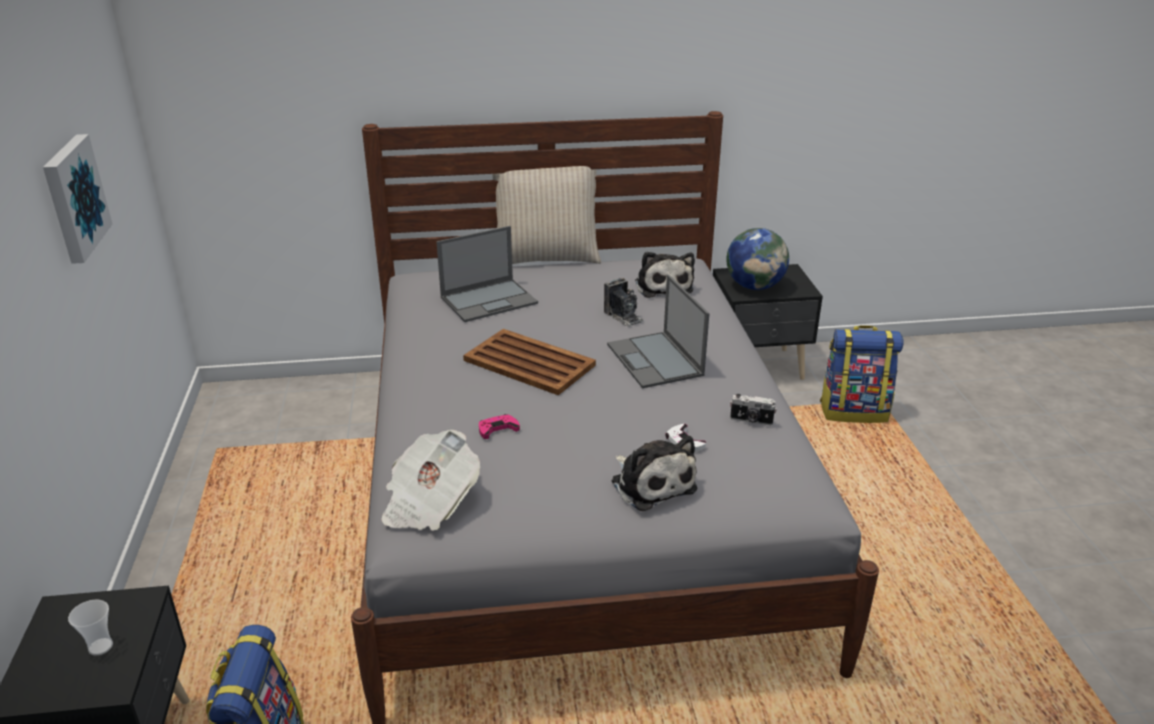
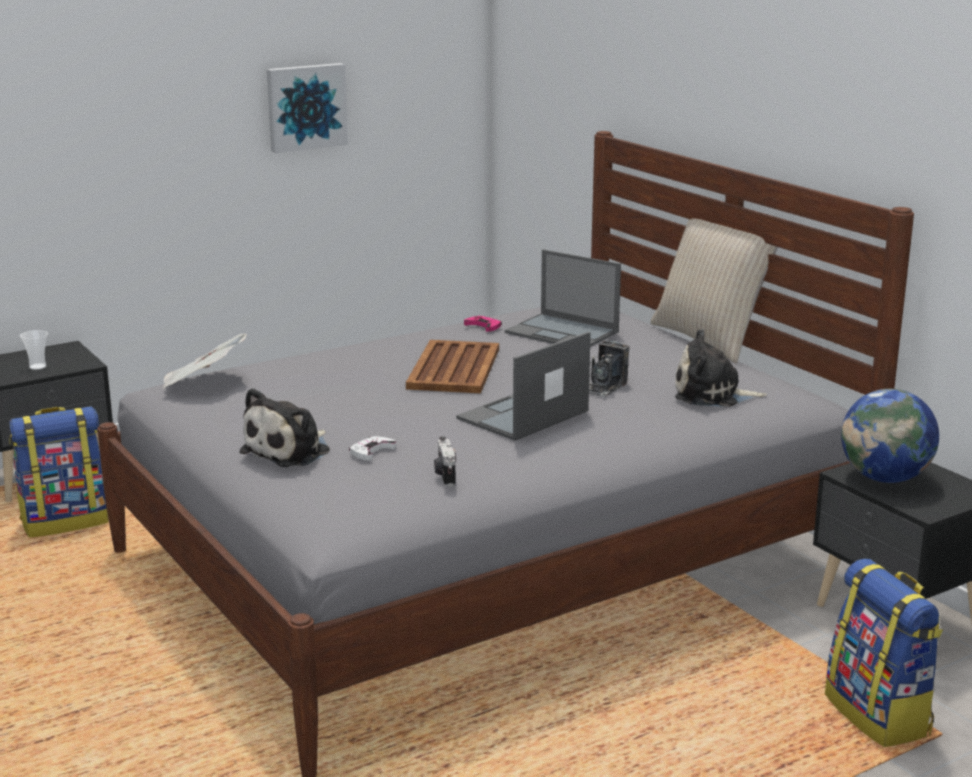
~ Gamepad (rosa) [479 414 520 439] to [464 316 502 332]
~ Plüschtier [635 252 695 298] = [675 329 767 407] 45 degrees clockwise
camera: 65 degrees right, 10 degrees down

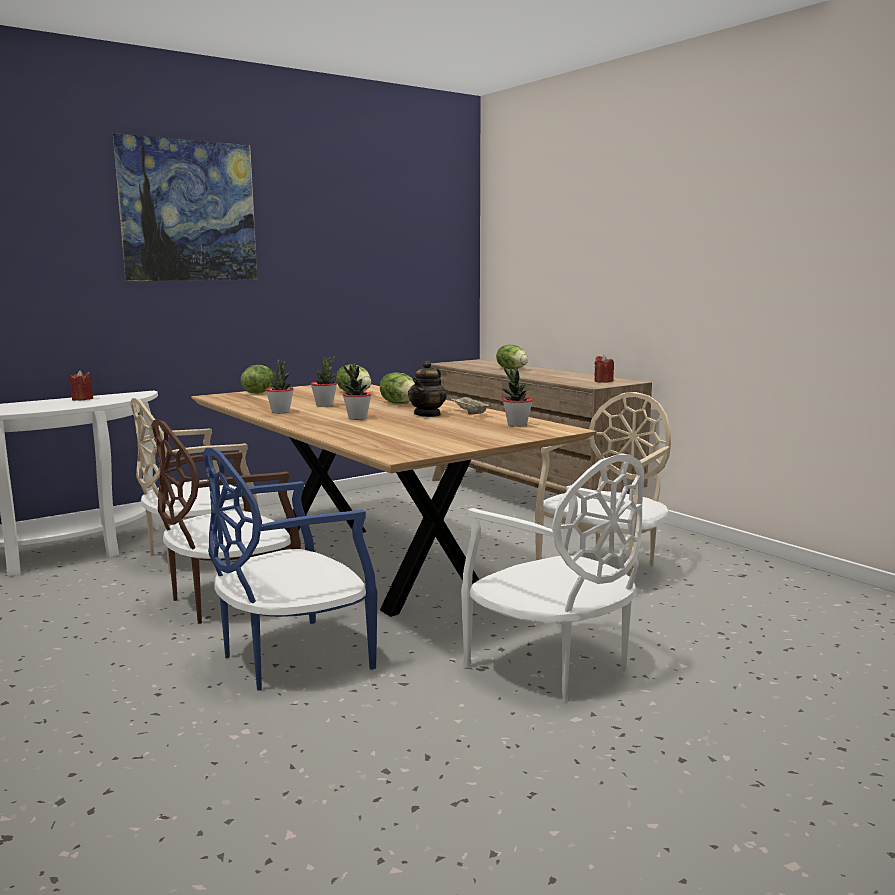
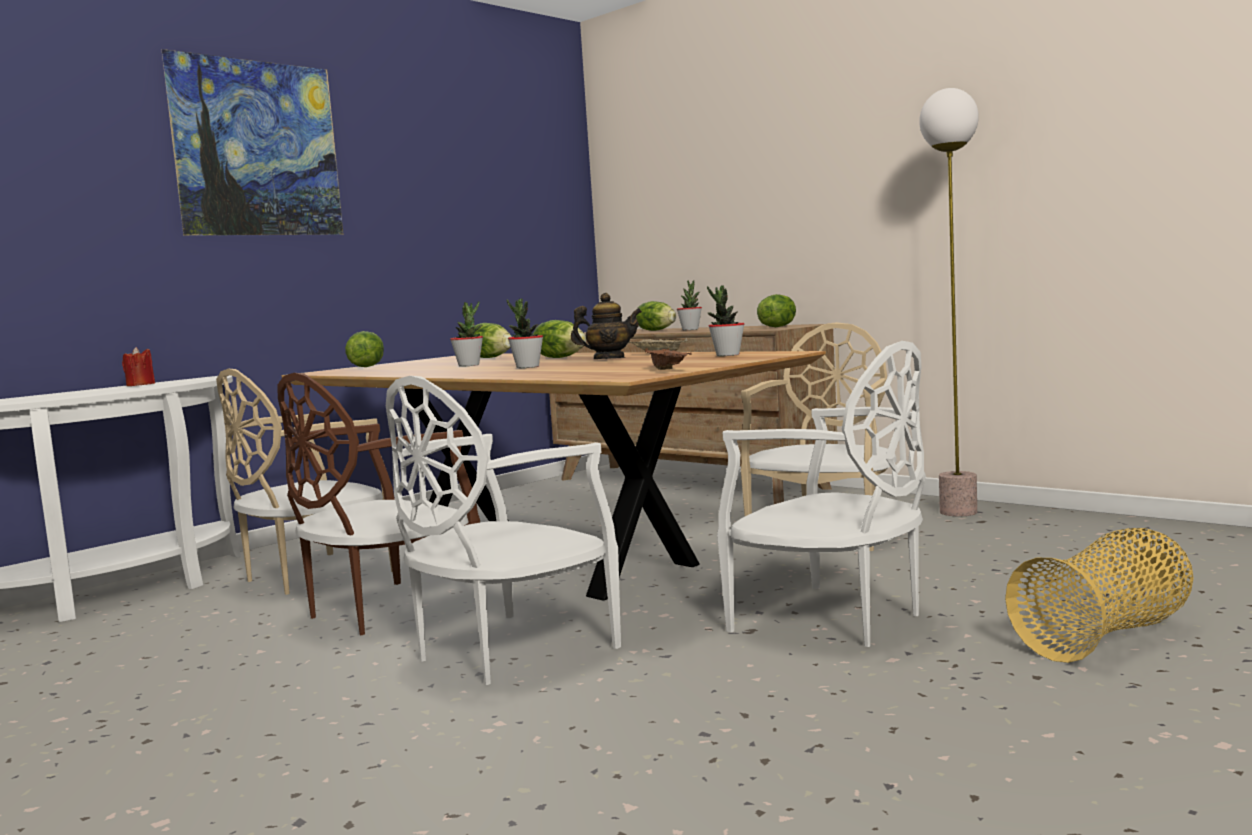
~ Stuhl (blau) [202 448 377 691] to Stuhl (weiß) [386 376 621 685]
~ Topfpflanze [266 359 294 414] to [677 280 702 330]
~ Teekanne [408 360 447 417] = [571 293 642 359] 105 degrees counterclockwise
~ Kerze (rot) [595 355 614 383] to Salatkopf [757 294 796 327]
+ Tablett (braun) [645 348 692 370]
+ Stehlampe [919 88 979 516]
+ Korb [1005 528 1194 663]
camera: 10 degrees left, 5 degrees down

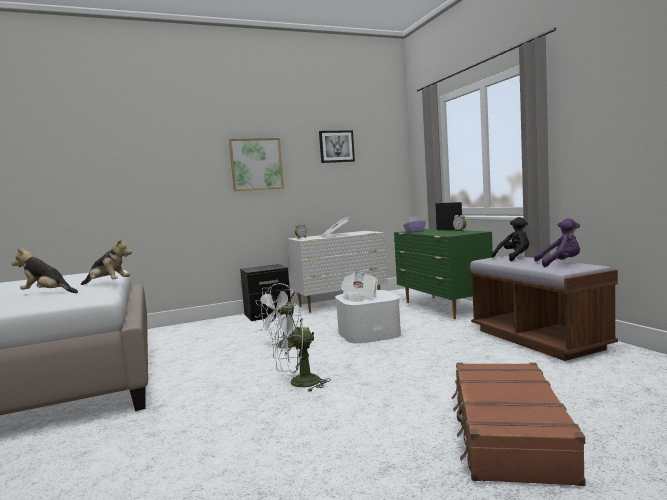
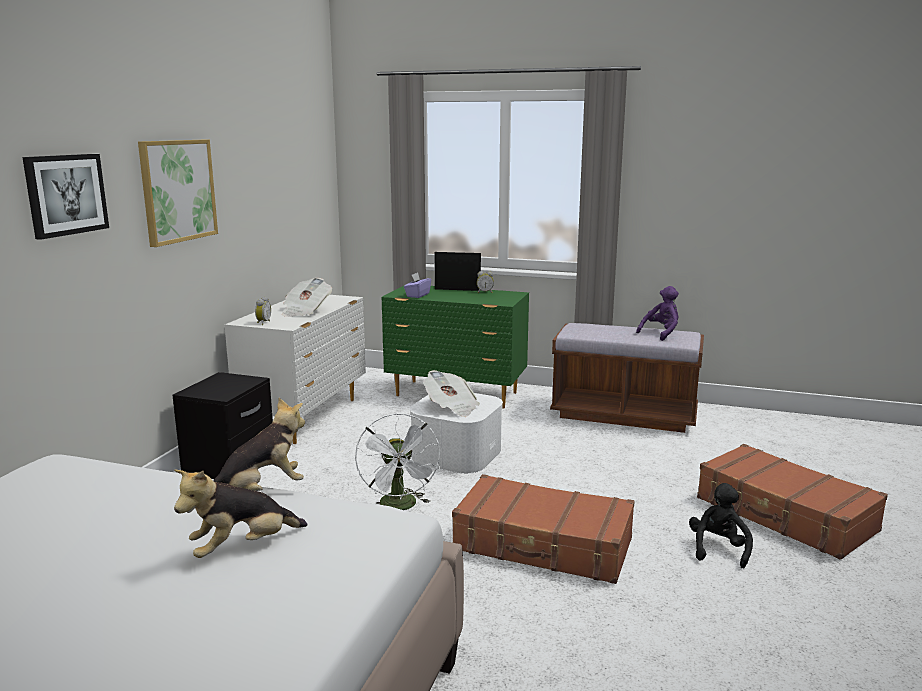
~ Ventilator (weiß) [272 304 331 392] to Koffer (braun) [452 474 635 584]
~ Bild [319 130 355 163] to [22 154 109 240]
~ Plüschtier (schwarz) [491 217 529 261] to [689 483 753 568]
camera: 50 degrees left, 10 degrees up

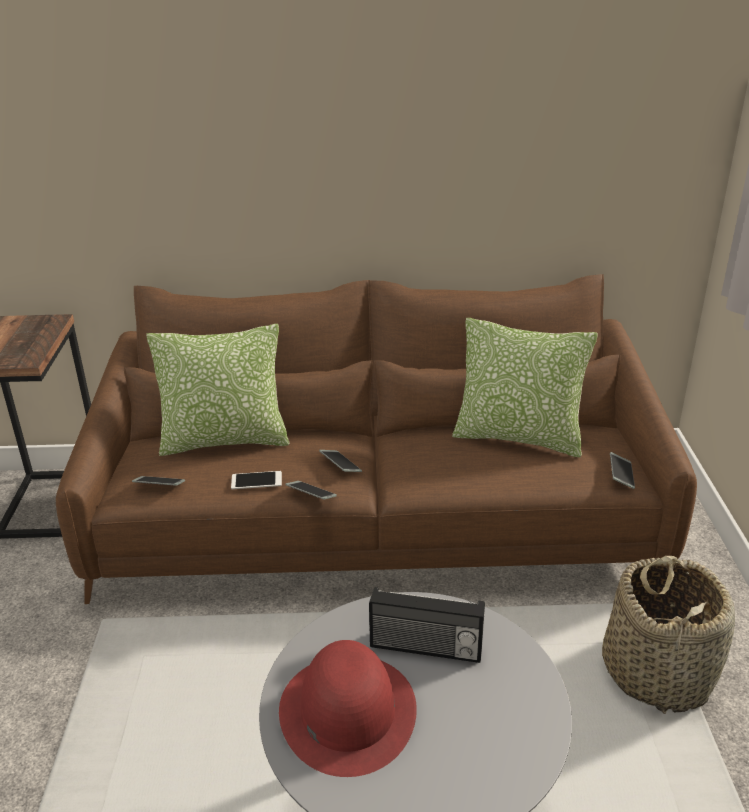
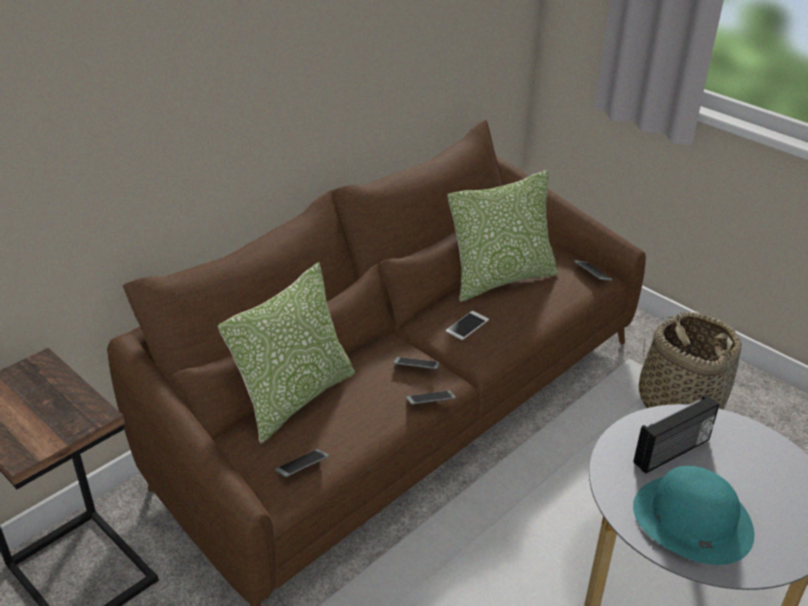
~ Handy [231 471 282 489] to [446 311 489 340]
~ Hut (rot) [279 640 417 777] to Hut (türkis) [633 466 754 565]
camera: 45 degrees left, 5 degrees up

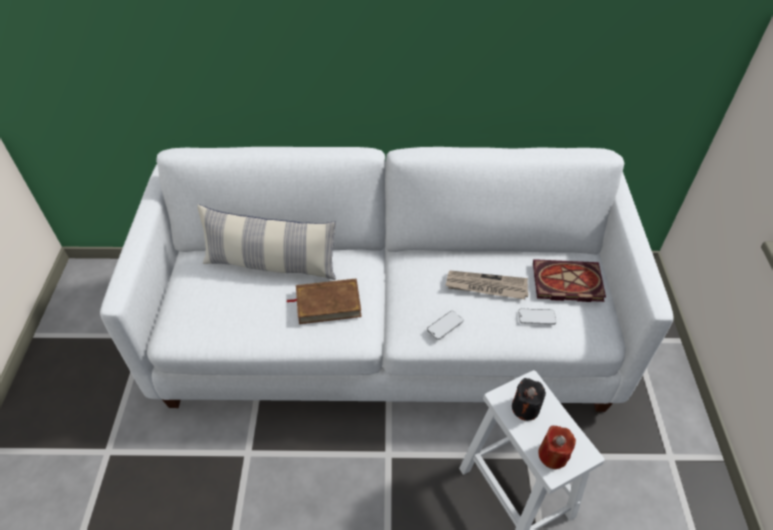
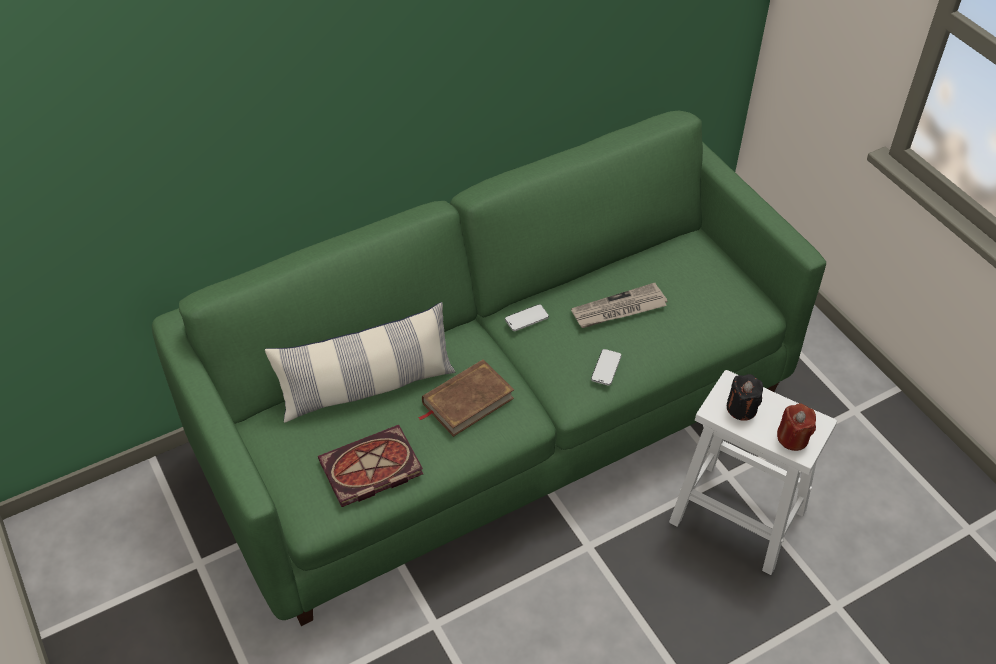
~ Sofa (weiß) [100 147 674 412] to Sofa (grün) [152 111 826 626]
~ Handy [518 309 556 325] to [505 304 549 331]
~ Buch [533 259 606 302] to [318 425 423 507]
camera: 30 degrees left, 0 degrees up

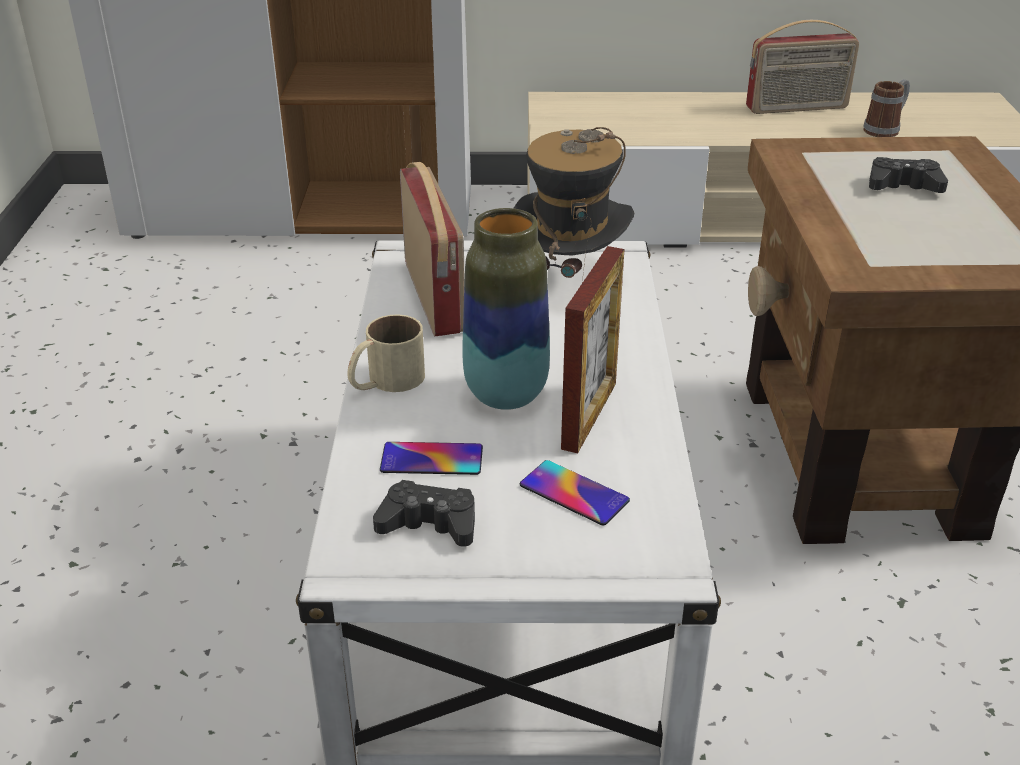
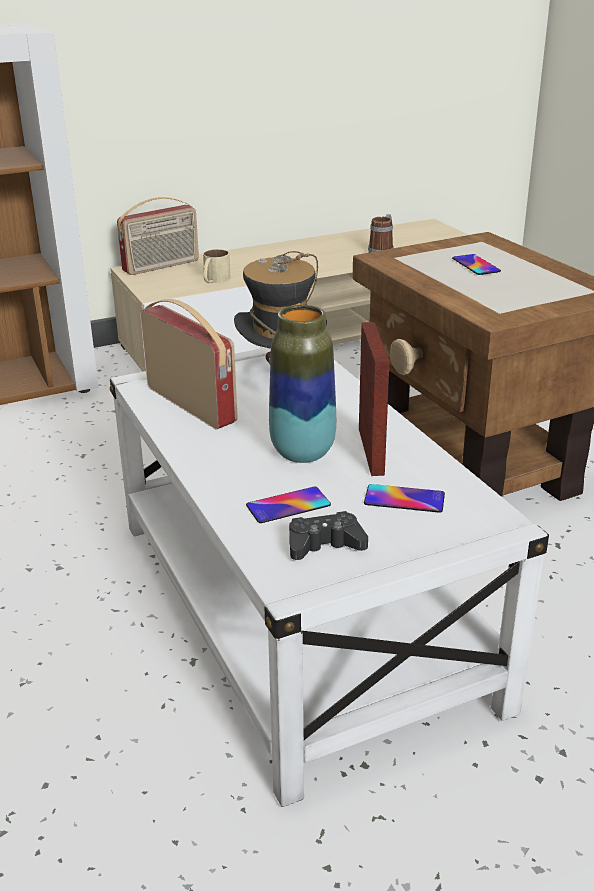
~ Henkelbecher (beige) [348 314 425 392] to [203 249 231 283]
~ Radio [746 20 859 114] to [117 197 199 275]
~ Gamepad (schwarz) [869 157 948 193] to Handy [452 254 501 275]
camera: 25 degrees left, 5 degrees down

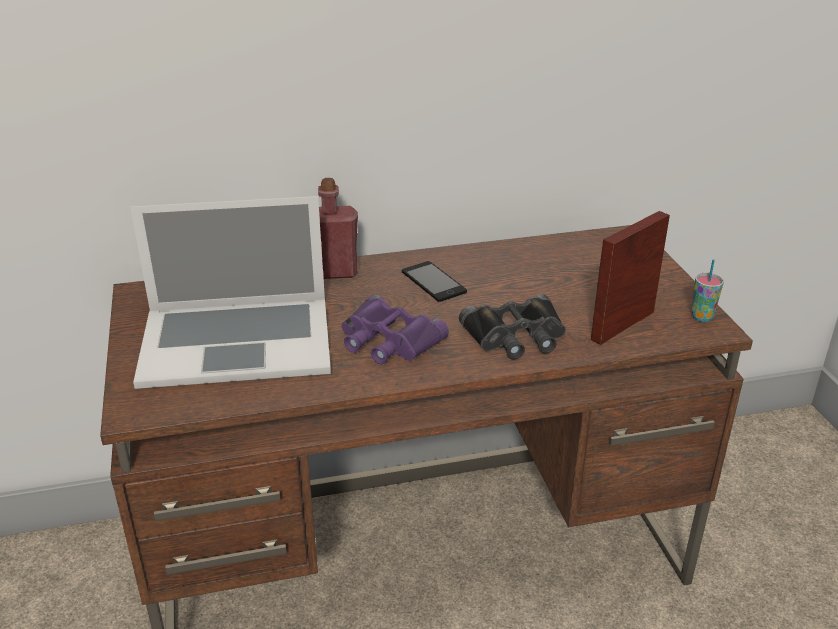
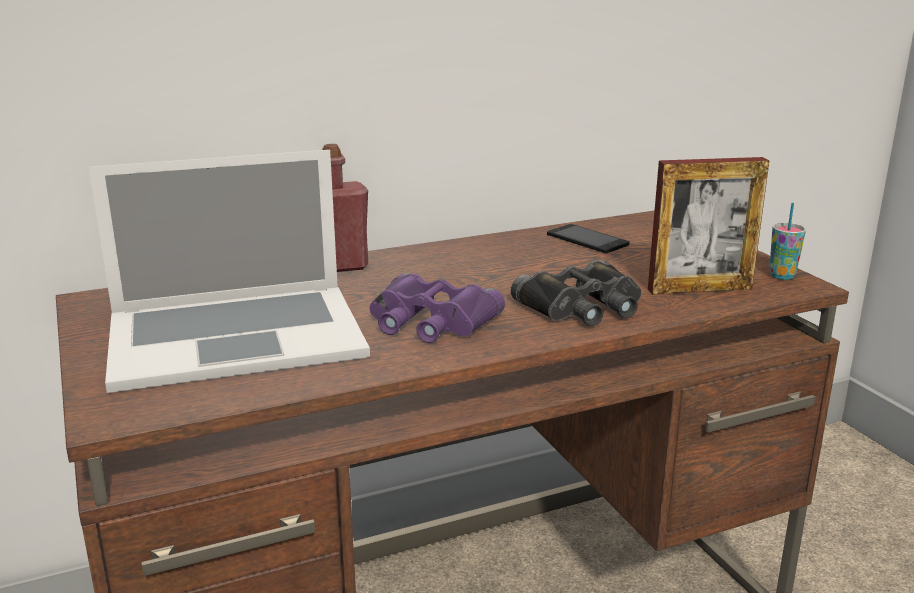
~ Handy [402 261 467 302] to [547 224 629 253]
~ Bilderrahmen [591 211 670 345] = [648 157 769 295] 135 degrees counterclockwise
camera: 10 degrees left, 10 degrees down

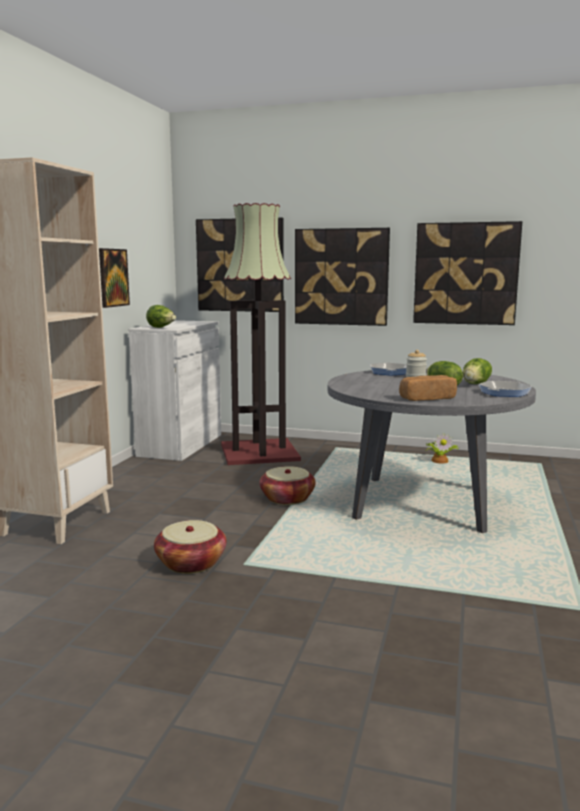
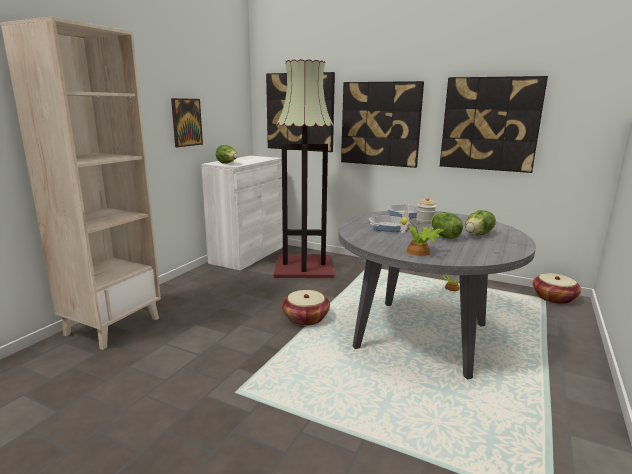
~ Korb [154 520 226 574] to [533 273 581 304]
~ Brot [399 375 457 401] to Topfpflanze [400 210 443 256]
~ Pfanne [478 381 532 397] to [369 215 410 232]
camera: 10 degrees right, 5 degrees up

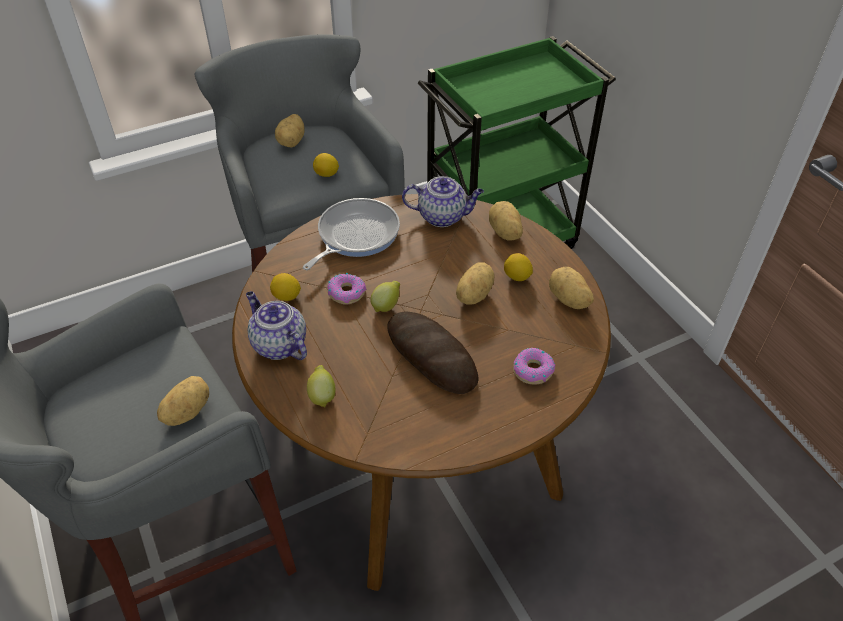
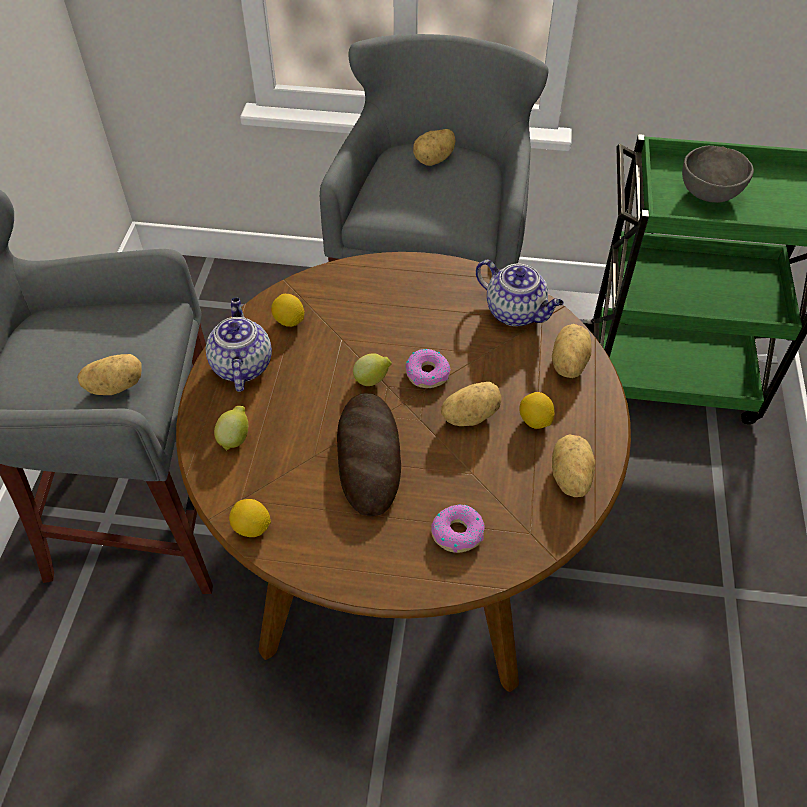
- Pfanne [303 198 400 270]
~ Zitrone [313 153 339 177] to [229 499 271 537]
~ Donut [327 273 366 305] to [406 349 451 388]
+ Schüssel (grau) [682 146 754 203]
camera: 35 degrees right, 5 degrees up

